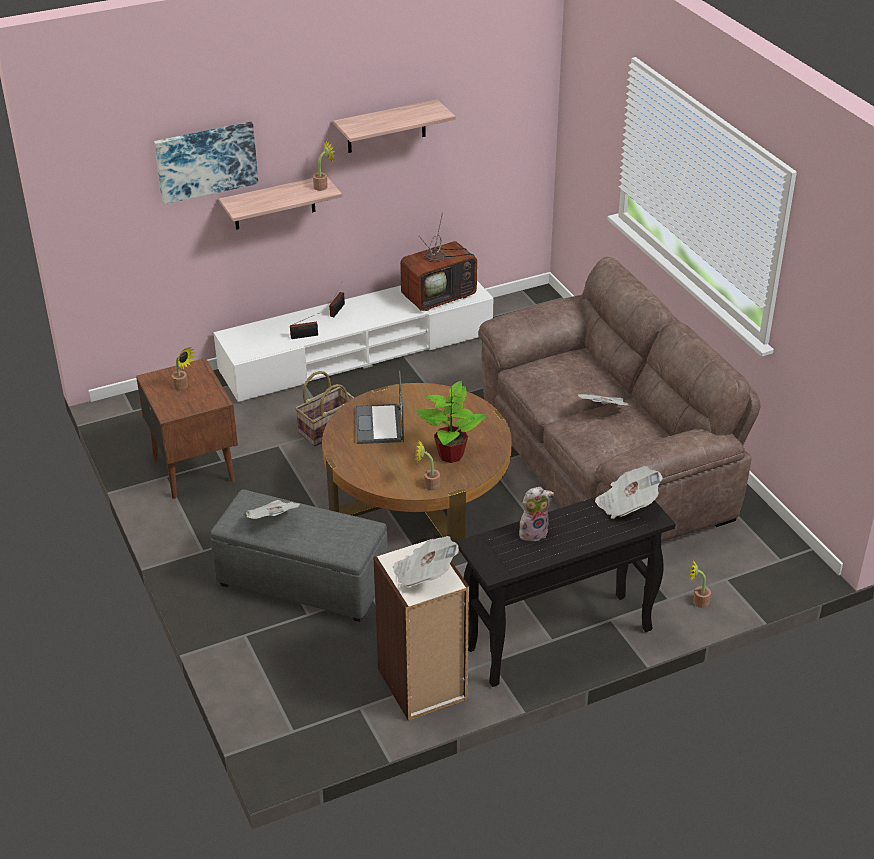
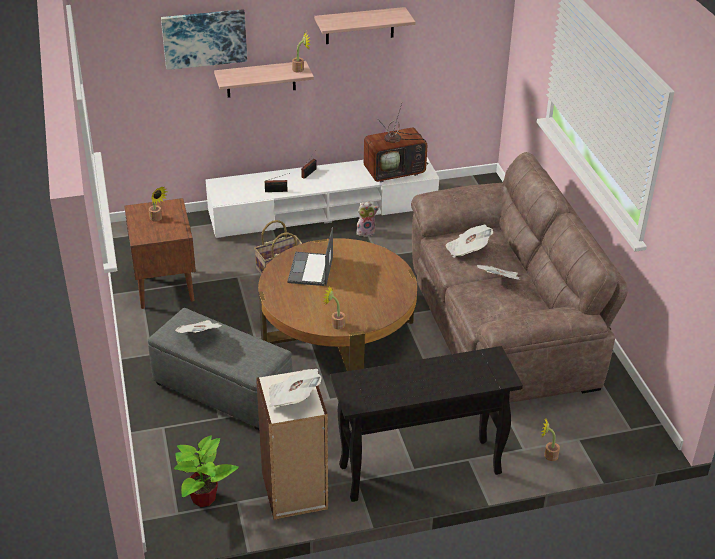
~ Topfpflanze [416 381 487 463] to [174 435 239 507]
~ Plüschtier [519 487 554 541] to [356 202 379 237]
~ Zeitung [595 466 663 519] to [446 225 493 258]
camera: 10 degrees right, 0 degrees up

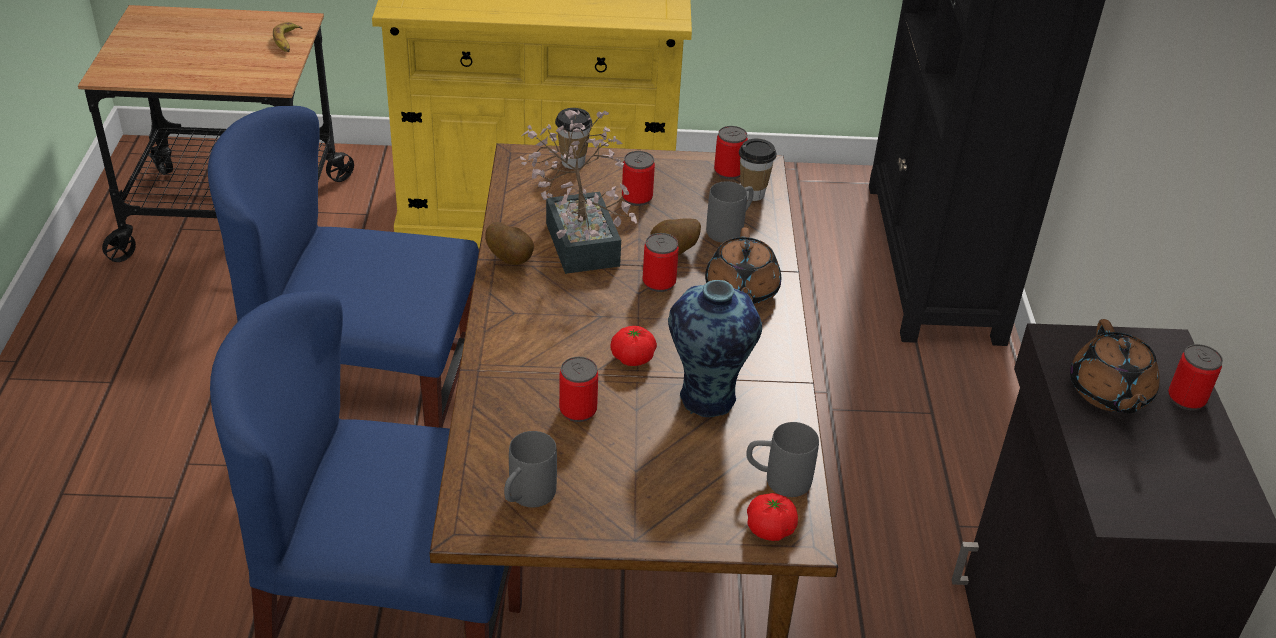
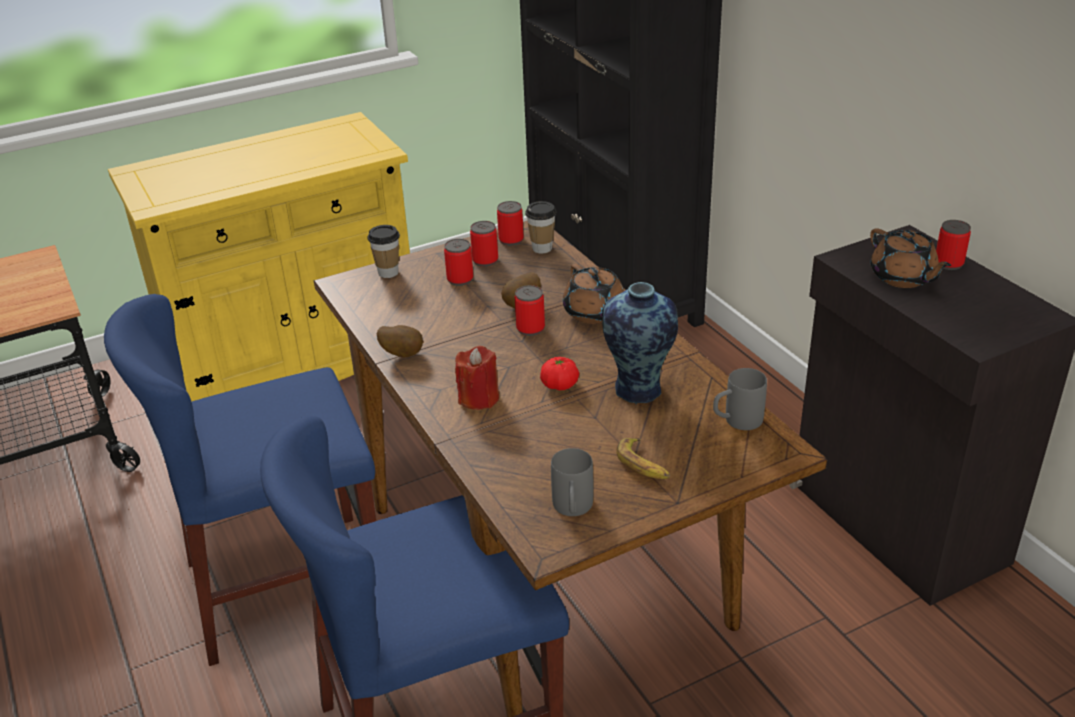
~ Banane [273 22 302 52] to [616 438 670 479]
- Topfpflanze [520 110 637 274]
~ Dose [559 357 598 422] to [470 221 498 267]
- Henkelbecher (grau) [706 181 754 243]
- Tomate [747 493 798 541]
+ Kerze (rot) [455 346 499 410]
camera: 25 degrees left, 5 degrees down

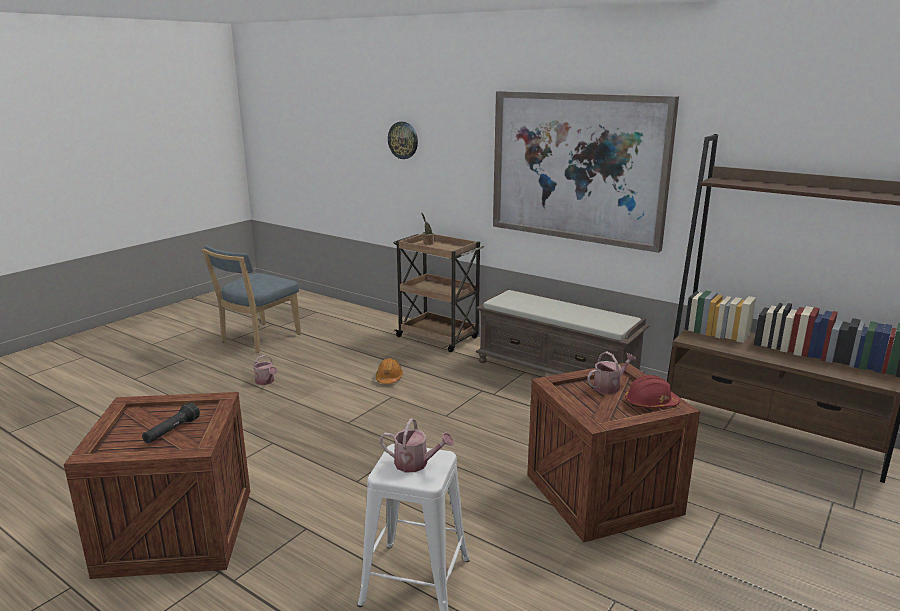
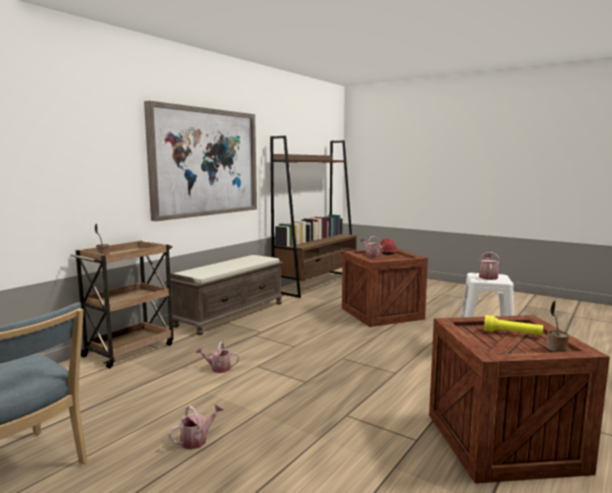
~ Taschenlampe (schwarz) [142 402 200 443] to Taschenlampe (gelb) [484 315 543 335]
~ Schutzhelm (orange) [376 358 403 384] to Gießkanne [196 342 239 373]
- Wanduhr [388 122 418 159]
+ Topfpflanze [547 301 569 352]
camera: 90 degrees left, 10 degrees down

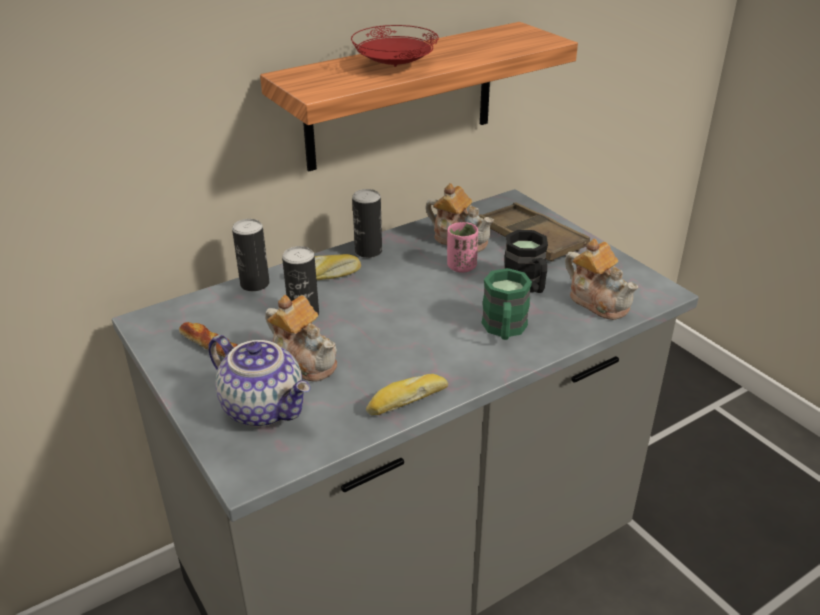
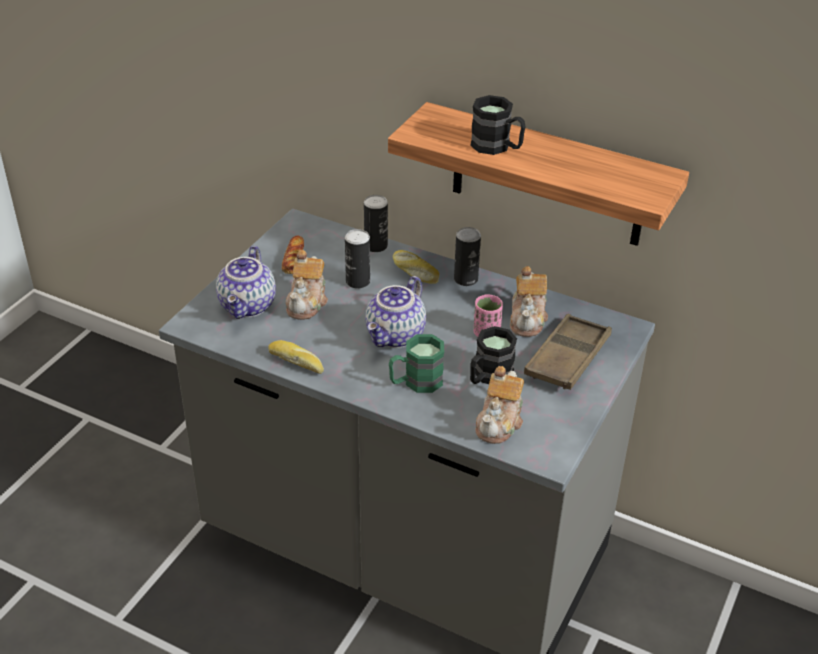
~ Teller (rot) [351 25 439 67] to Henkelbecher (schwarz) [470 95 526 155]
+ Teekanne [365 276 426 348]
camera: 60 degrees right, 5 degrees up

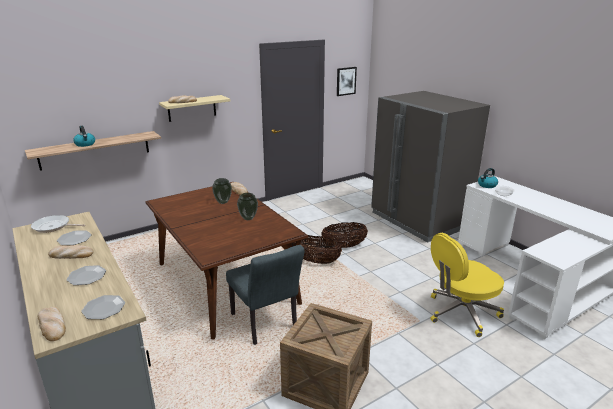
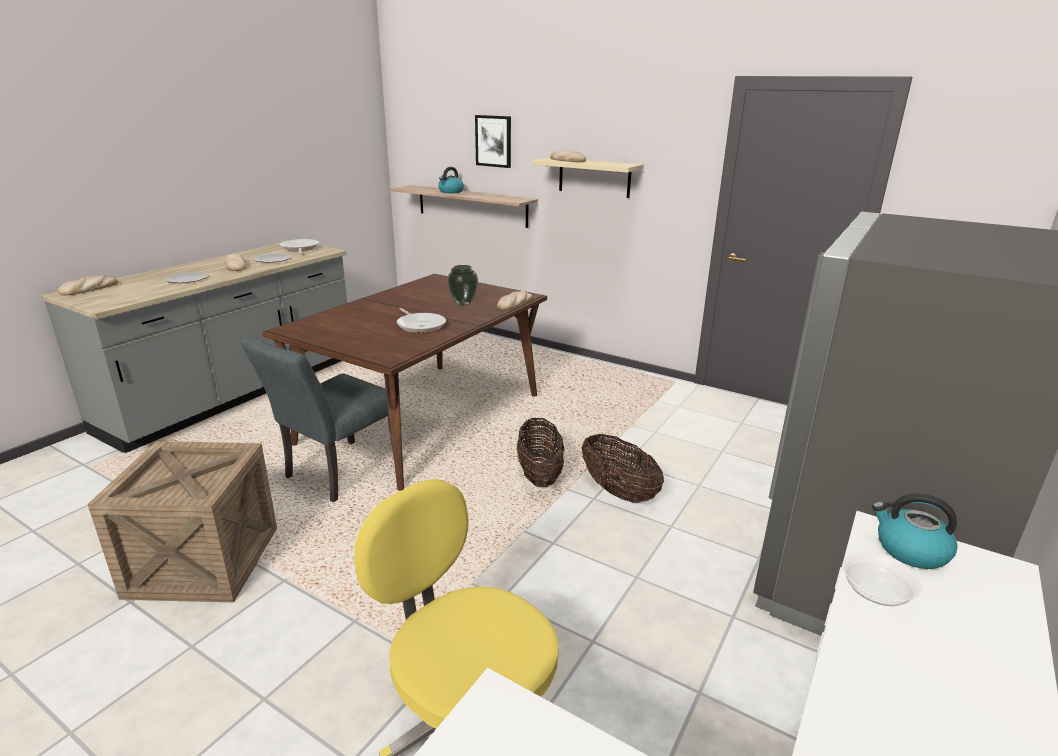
- Teller [81 295 125 319]
~ Vase [237 193 258 220] to Pfanne [397 308 446 333]
~ Bild [337 67 357 96] to [475 115 511 168]
camera: 65 degrees right, 0 degrees up

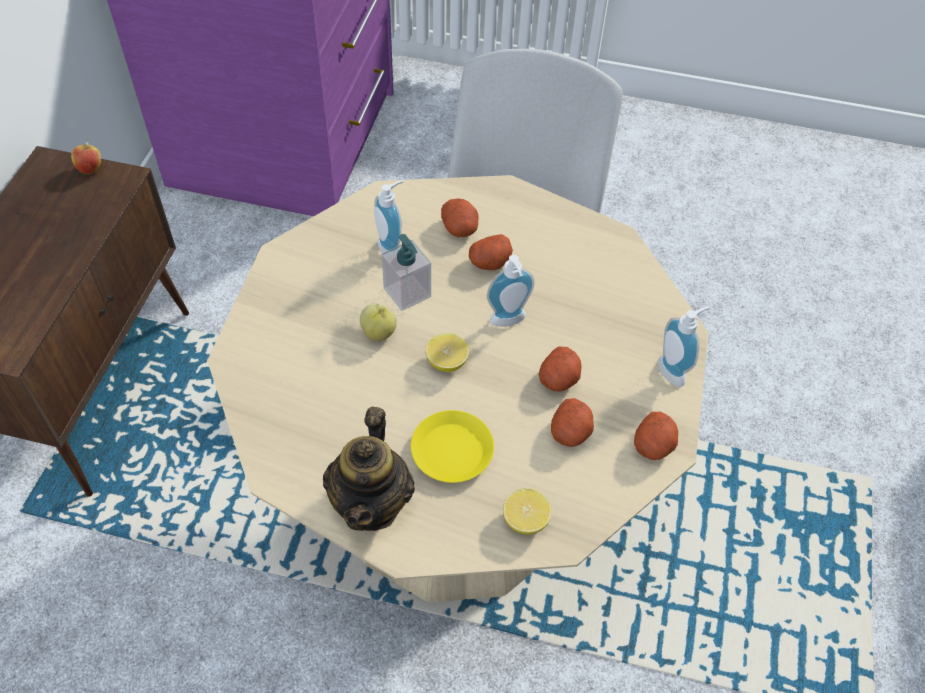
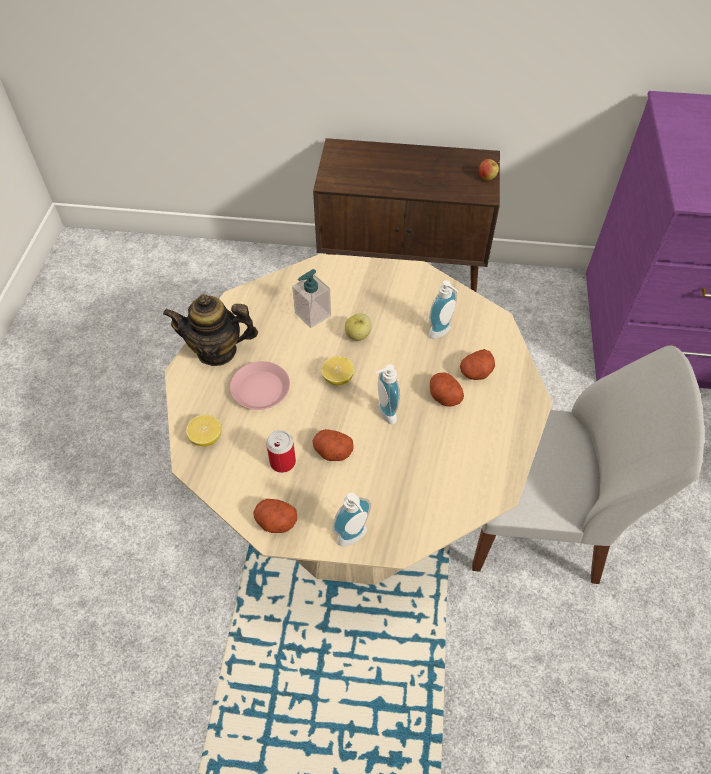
~ Seifenspender [382 234 431 311] to [292 269 331 328]
~ Teller (gelb) [411 410 494 483] to Teller (rosa) [230 361 290 410]
~ Kartoffel [551 398 594 447] to Dose [266 430 296 473]
camera: 85 degrees right, 0 degrees up

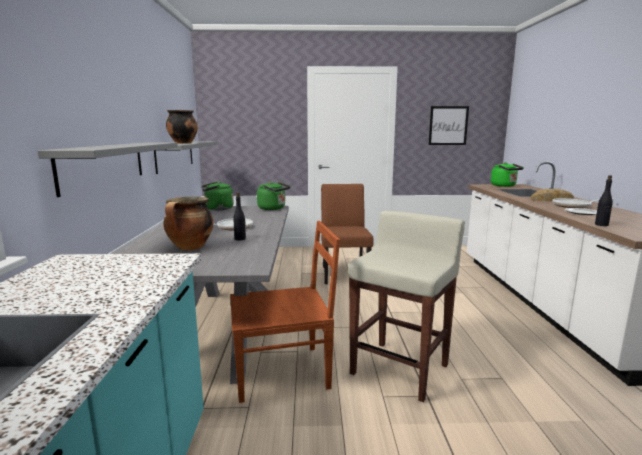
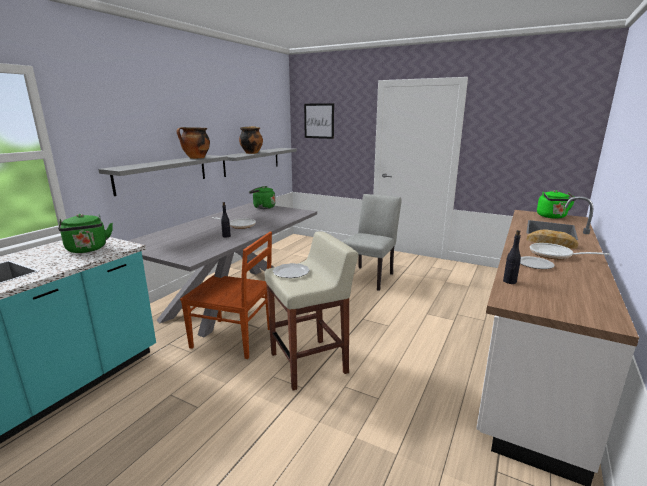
~ Kochtopf [163 197 213 251] to [177 127 210 159]
~ Wasserkessel (grün) [257 181 290 210] to [58 214 113 253]
~ Stuhl (braun) [321 184 374 284] to Stuhl (grau) [342 194 402 291]
~ Bild [428 106 469 145] to [304 103 334 139]
+ Teller [273 263 310 278]
camera: 30 degrees right, 5 degrees up

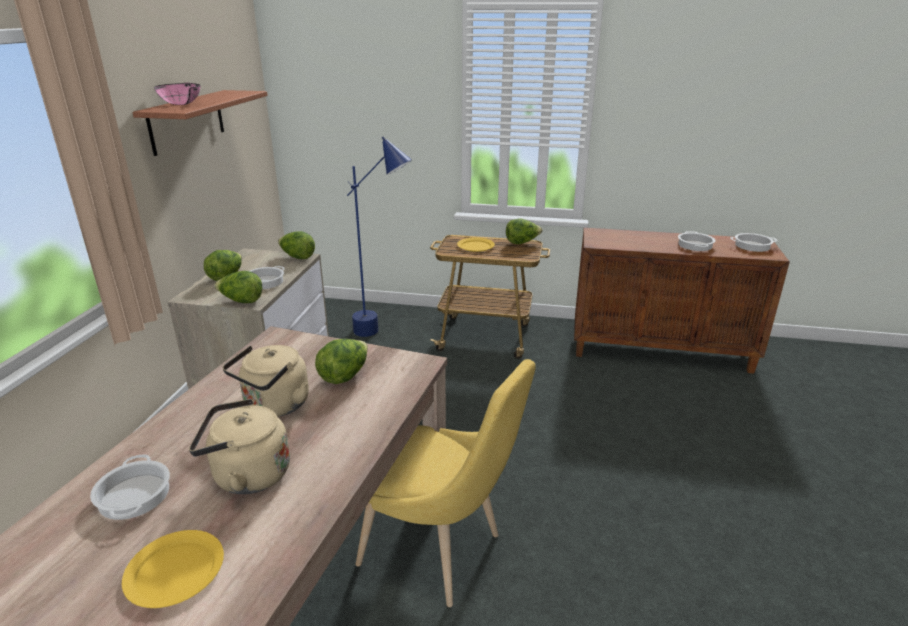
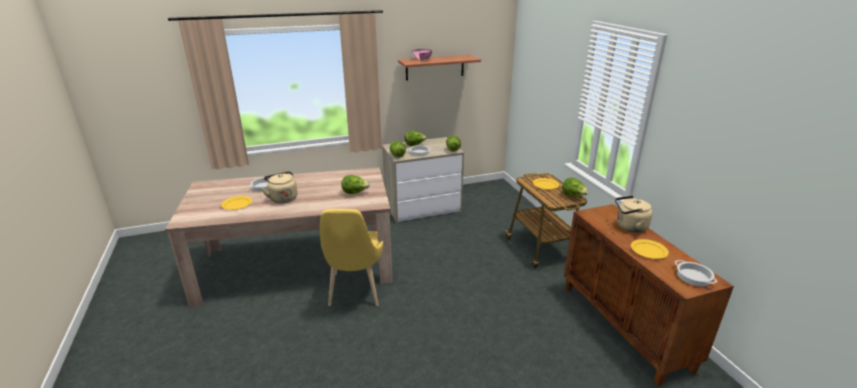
~ Wasserkessel (beige) [223 345 309 417] to [615 196 652 233]
- Stehlampe (blau) [347 137 412 337]
~ Kochtopf [678 231 715 251] to Teller (gelb) [631 239 669 259]
camera: 60 degrees right, 0 degrees up

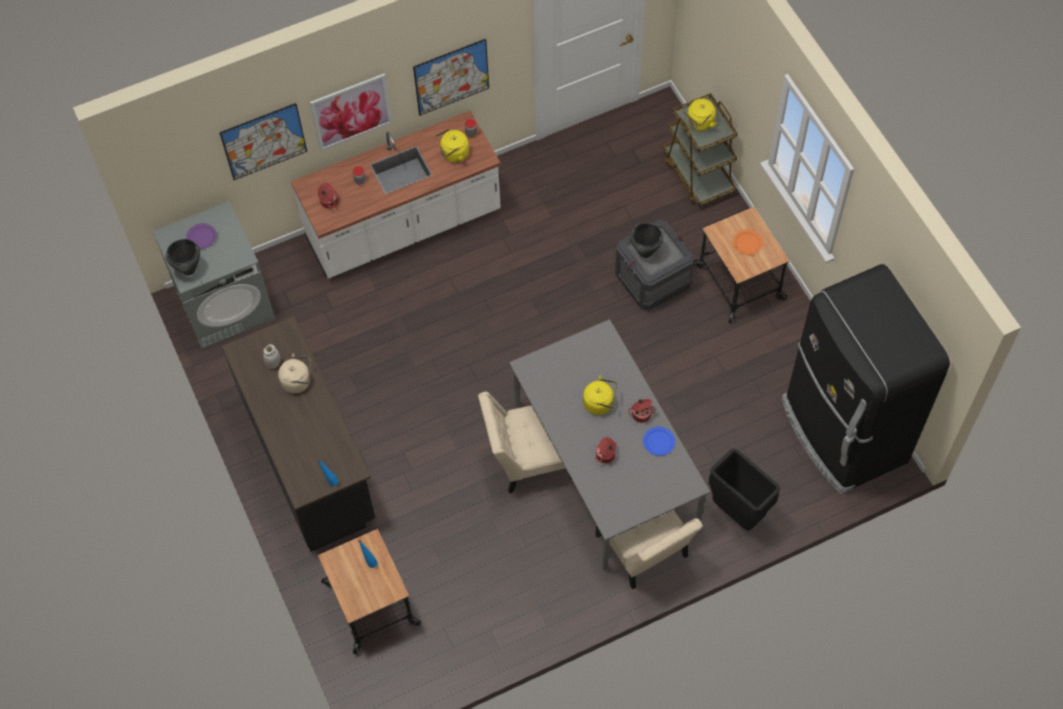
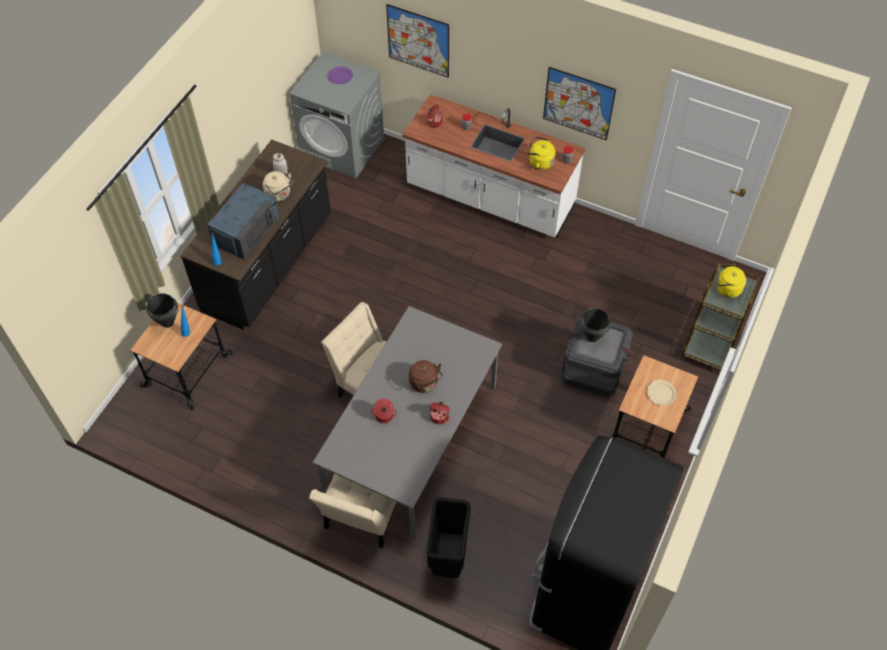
~ Kochtopf (schwarz) [166 239 200 275] to [146 293 178 328]
- Bild [310 73 393 151]
~ Wasserkessel (gelb) [583 375 617 415] to Wasserkessel (braun) [409 360 443 393]
- Teller (blau) [643 427 675 456]
~ Teller (orange) [733 229 763 255] to Teller (beige) [647 380 677 406]
+ Mikrowelle (blau) [207 183 280 260]
camera: 50 degrees right, 5 degrees down

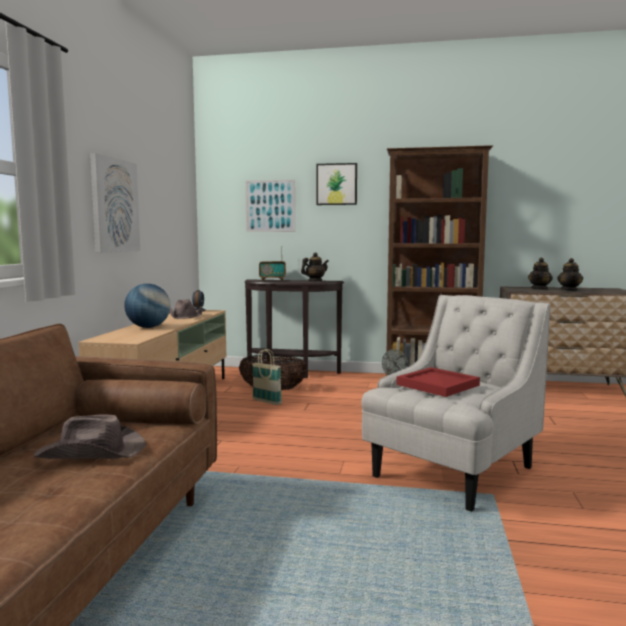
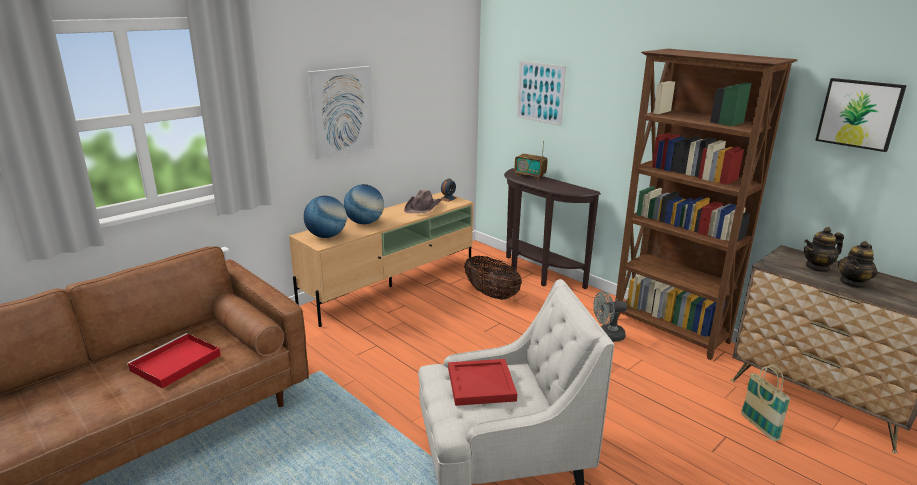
~ Hut (braun) [34 415 146 459] to Tablett (rot) [127 333 221 389]
~ Korb [252 349 282 405] to [741 365 791 441]
- Teekanne [301 252 329 281]
~ Bild [316 163 357 205] to [815 78 907 152]
+ Globus [304 196 347 238]
camera: 35 degrees right, 15 degrees up

